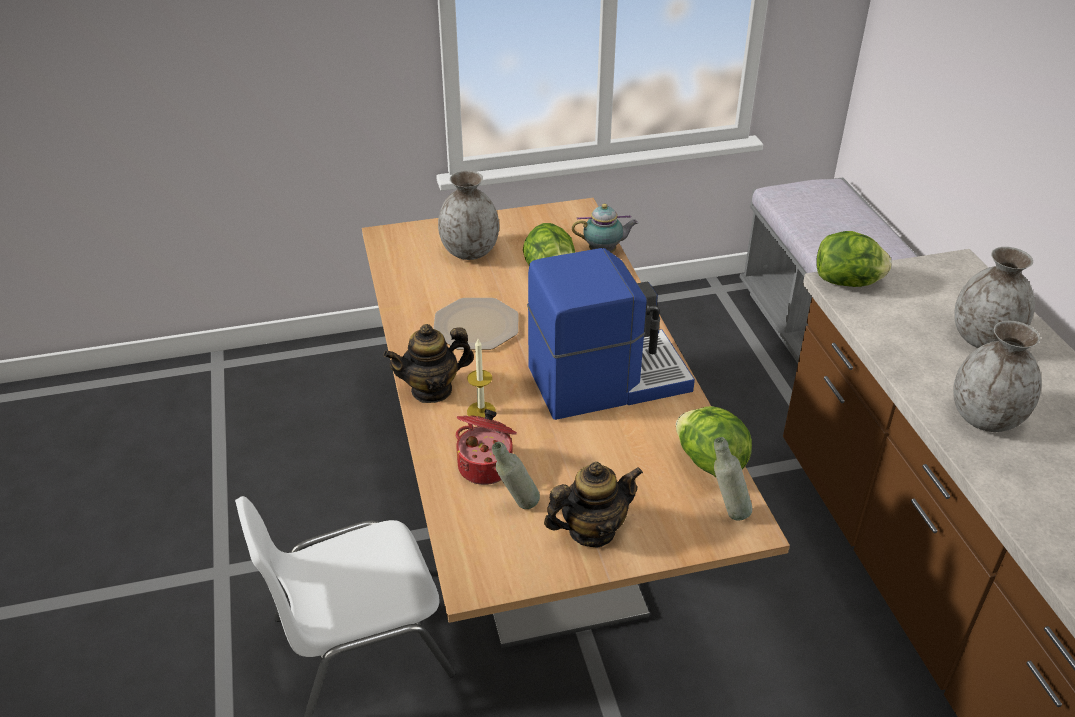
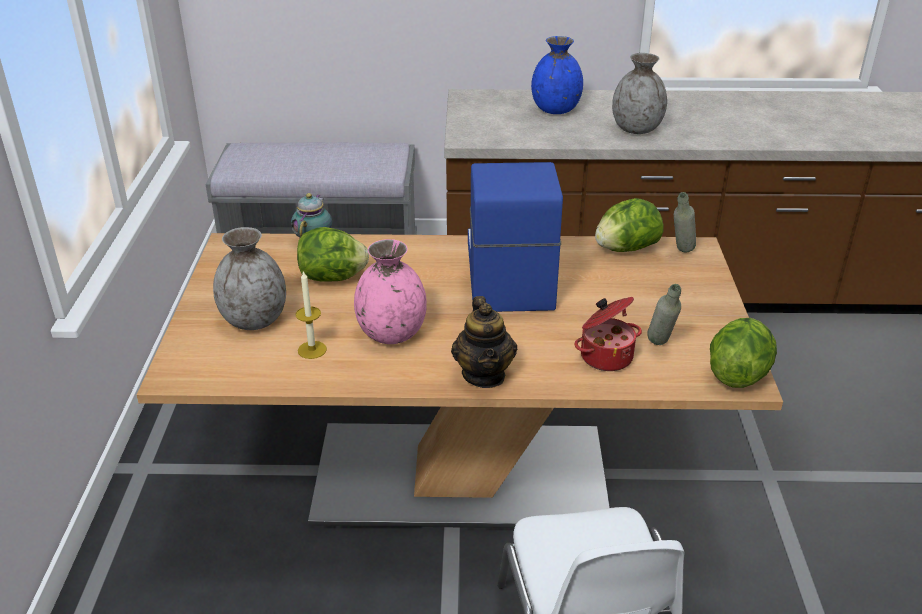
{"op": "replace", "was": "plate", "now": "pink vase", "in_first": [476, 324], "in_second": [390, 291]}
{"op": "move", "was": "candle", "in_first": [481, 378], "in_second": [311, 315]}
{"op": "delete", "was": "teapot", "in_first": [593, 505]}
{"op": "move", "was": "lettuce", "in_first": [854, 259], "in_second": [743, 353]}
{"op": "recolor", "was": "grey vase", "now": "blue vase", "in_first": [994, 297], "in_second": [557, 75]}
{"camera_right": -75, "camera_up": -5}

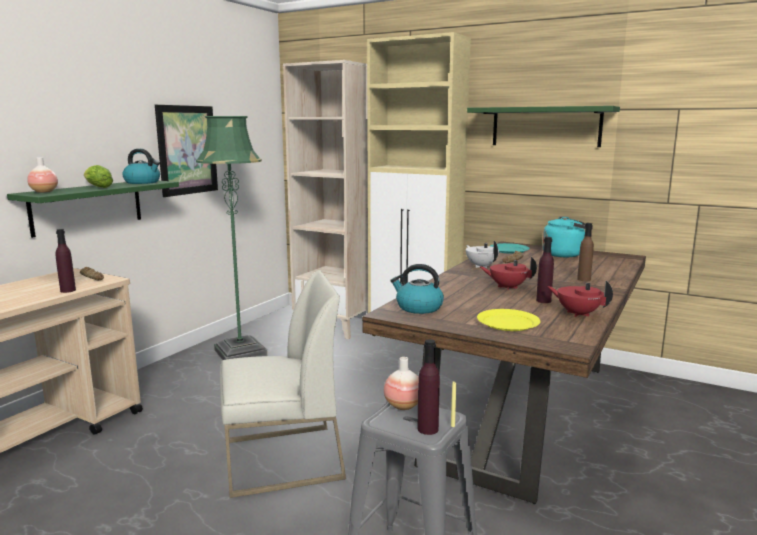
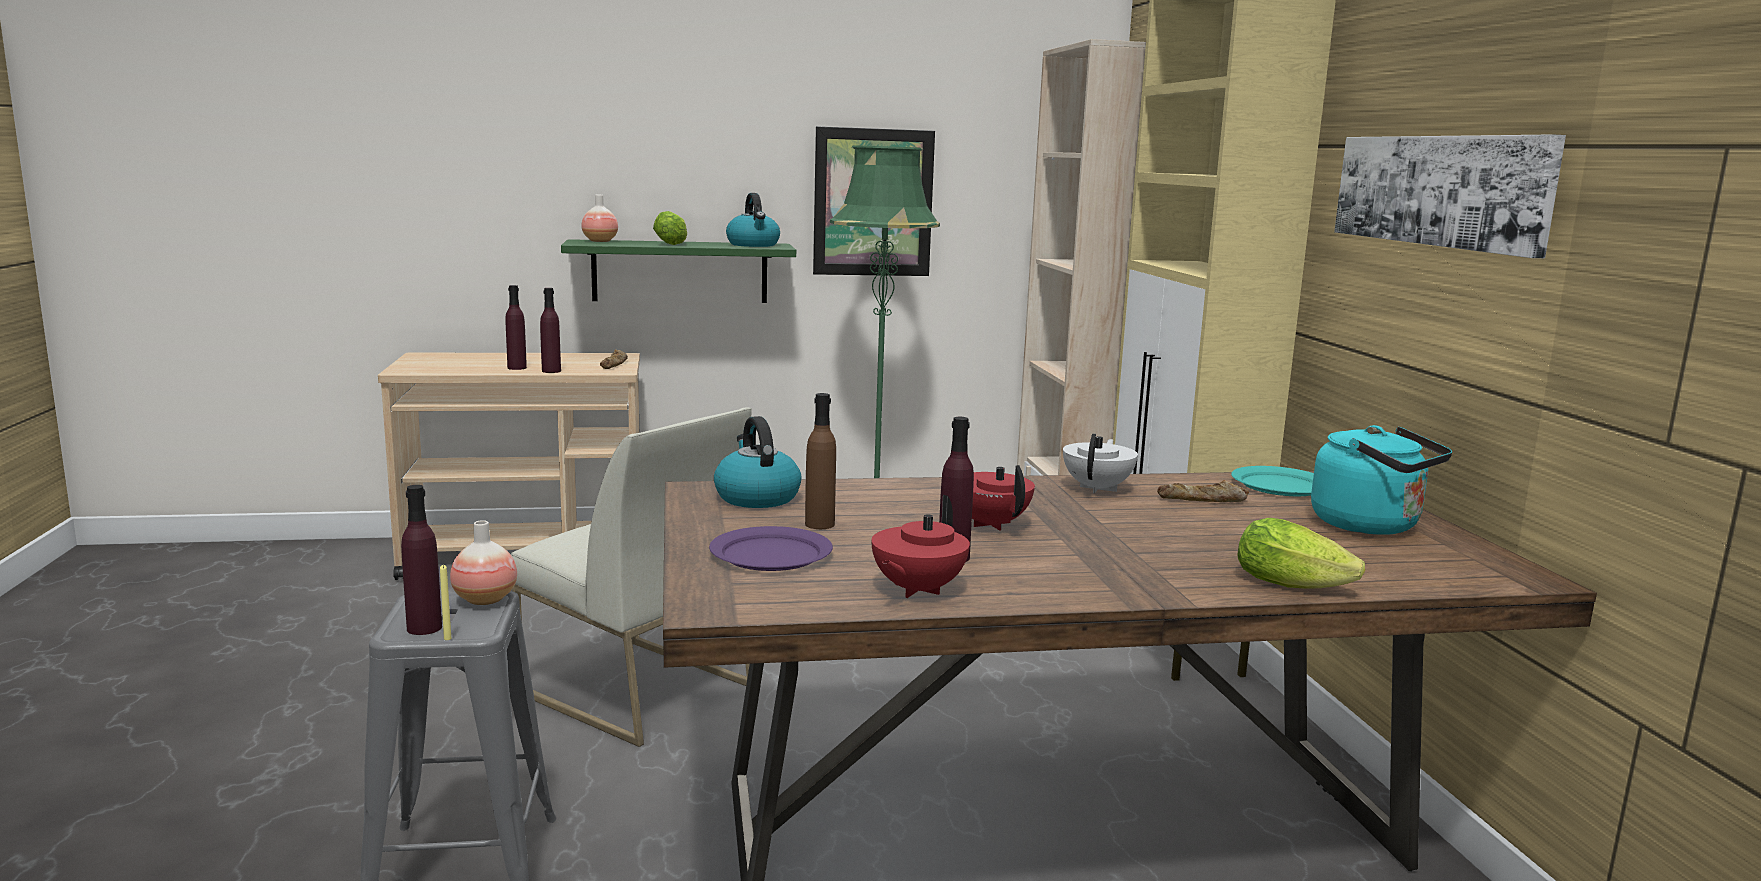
{"op": "replace", "was": "green shelf", "now": "picture", "in_first": [543, 126], "in_second": [1450, 196]}
{"op": "recolor", "was": "yellow plate", "now": "purple plate", "in_first": [508, 320], "in_second": [771, 548]}
{"op": "rotate", "was": "red teapot", "in_first": [580, 299], "in_second": [920, 546], "clockwise": -150}
{"op": "move", "was": "brown bottle", "in_first": [585, 252], "in_second": [820, 461]}
{"op": "insert", "now": "purple bottle", "in_second": [516, 327]}
{"op": "insert", "now": "lettuce", "in_second": [1301, 553]}
{"camera_right": 50, "camera_up": 0}

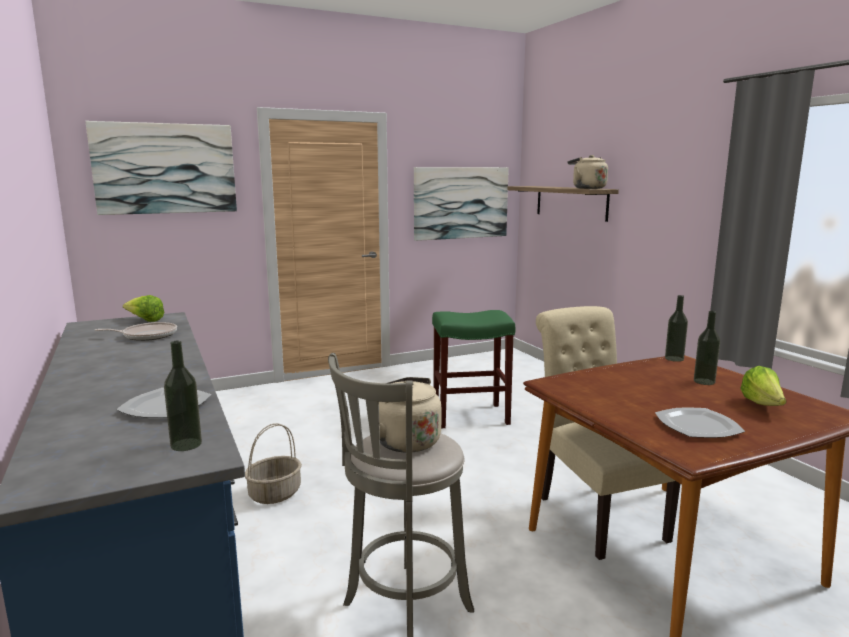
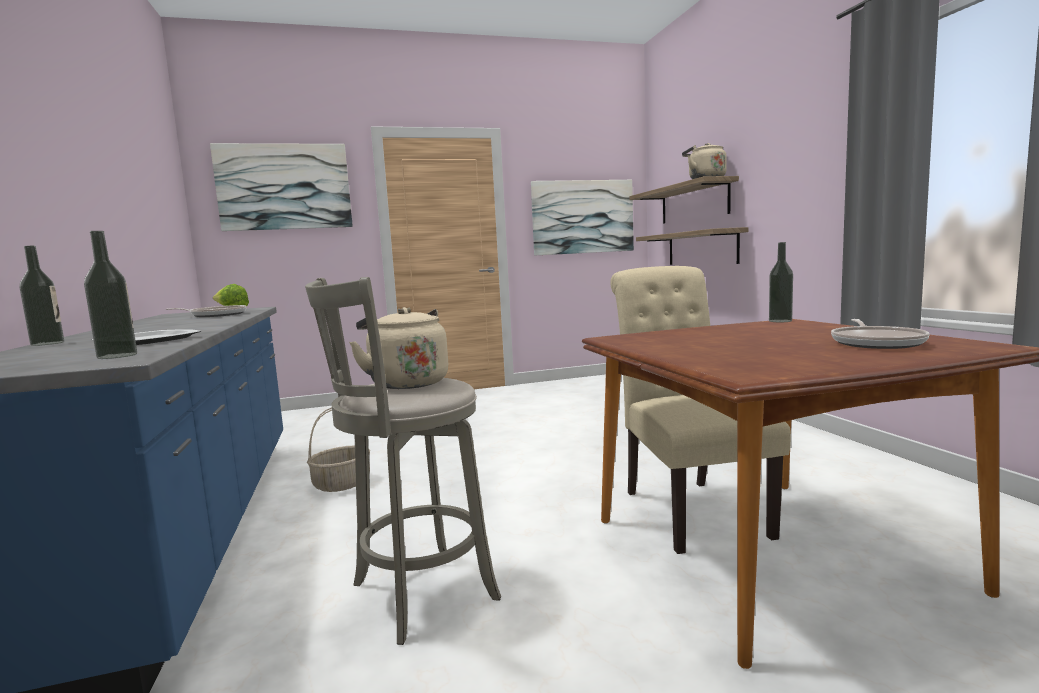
{"op": "delete", "was": "green stool", "in_first": [473, 369]}
{"op": "delete", "was": "plate", "in_first": [700, 423]}
{"op": "move", "was": "bottle", "in_first": [707, 348], "in_second": [41, 296]}
{"op": "replace", "was": "lettuce", "now": "frying pan", "in_first": [763, 386], "in_second": [880, 334]}
{"op": "insert", "now": "shelf", "in_second": [692, 246]}
{"camera_right": 10, "camera_up": -5}

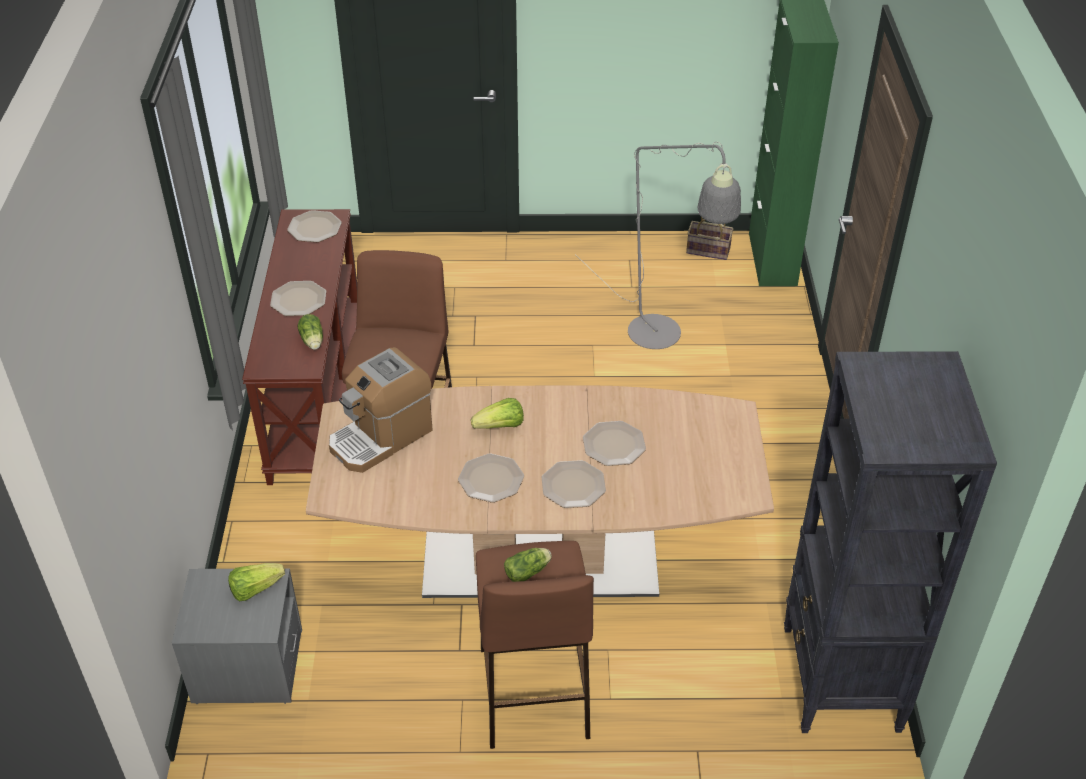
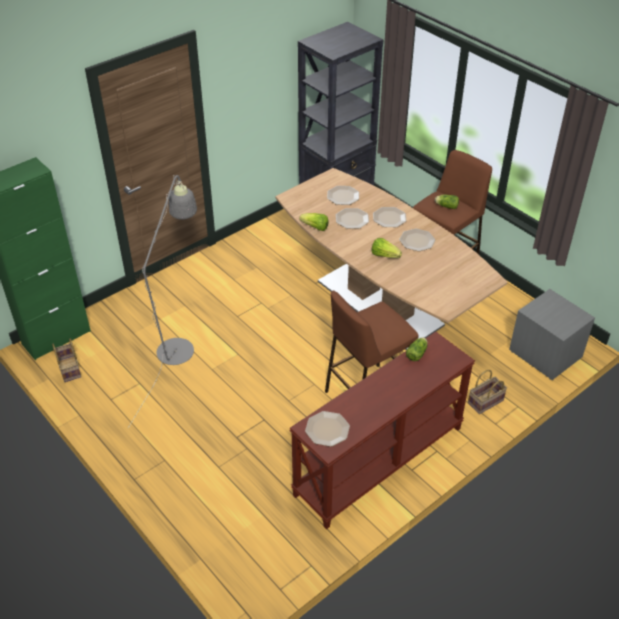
{"op": "move", "was": "lettuce", "in_first": [256, 582], "in_second": [314, 222]}
{"op": "move", "was": "plate", "in_first": [298, 298], "in_second": [343, 195]}
{"op": "delete", "was": "coffee machine", "in_first": [381, 410]}
{"op": "insert", "now": "basket", "in_second": [487, 392]}
{"camera_right": -130, "camera_up": 0}

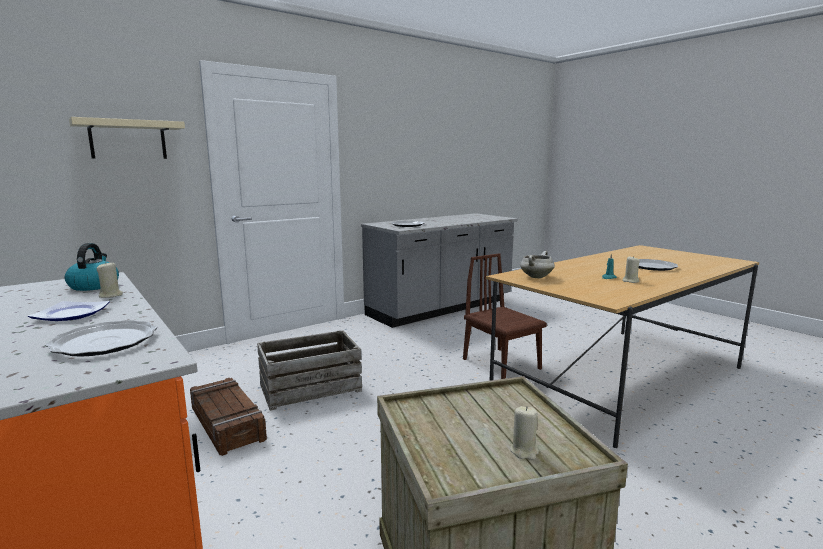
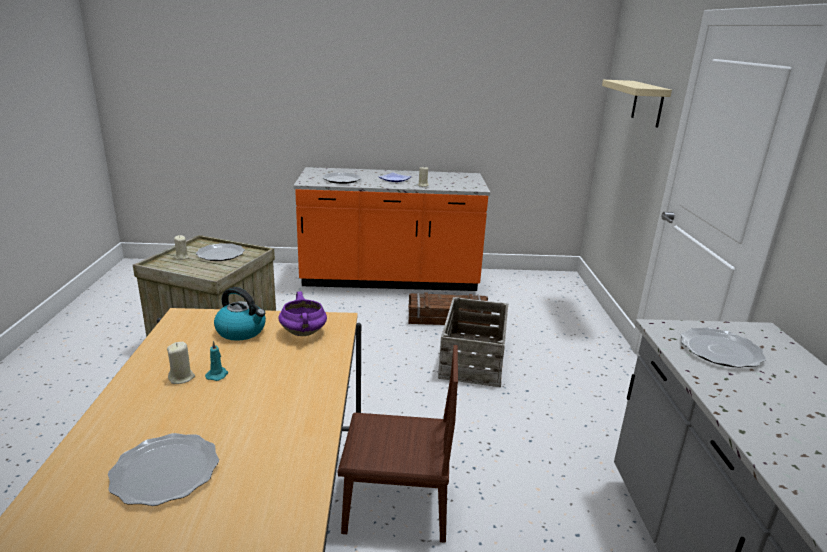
{"op": "move", "was": "kettle", "in_first": [91, 267], "in_second": [240, 314]}
{"op": "recolor", "was": "white cooking pot", "now": "purple cooking pot", "in_first": [537, 264], "in_second": [303, 314]}
{"op": "insert", "now": "plate", "in_second": [220, 252]}
{"camera_right": 125, "camera_up": 10}

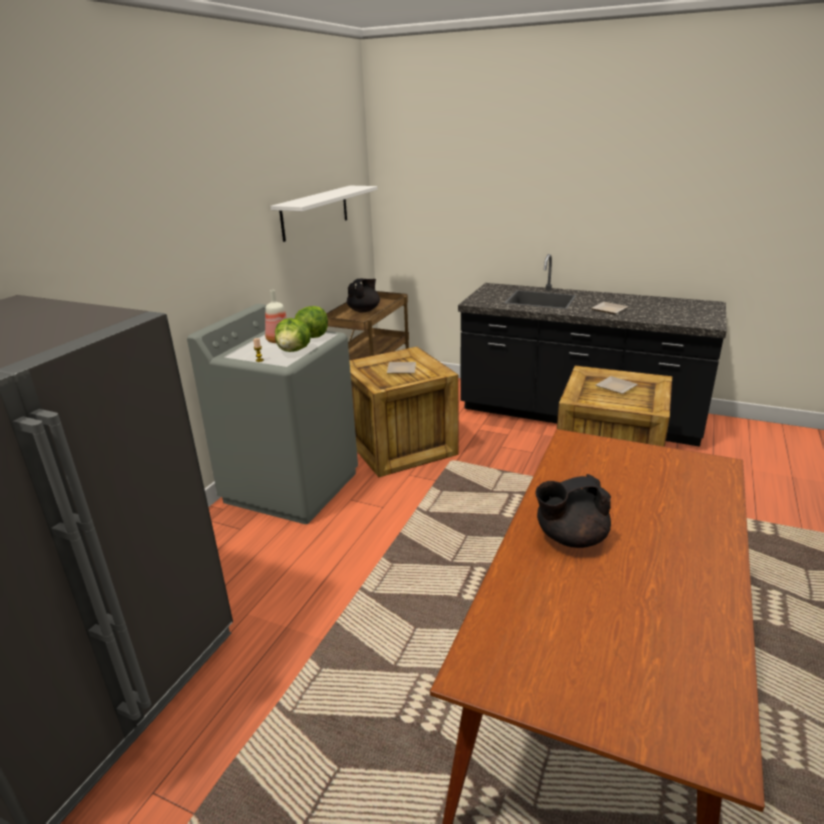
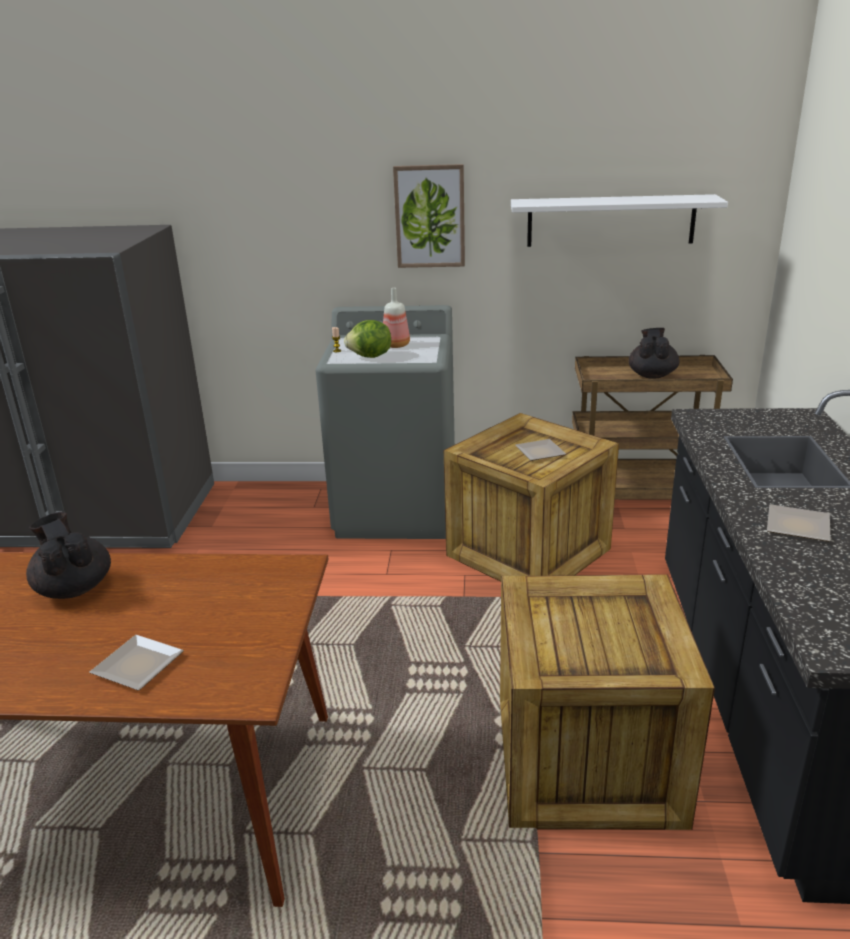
{"op": "delete", "was": "lettuce", "in_first": [311, 322]}
{"op": "rotate", "was": "black teapot", "in_first": [363, 295], "in_second": [654, 353], "clockwise": -90}
{"op": "move", "was": "plate", "in_first": [616, 385], "in_second": [136, 663]}
{"op": "insert", "now": "picture", "in_second": [429, 216]}
{"camera_right": 70, "camera_up": 0}

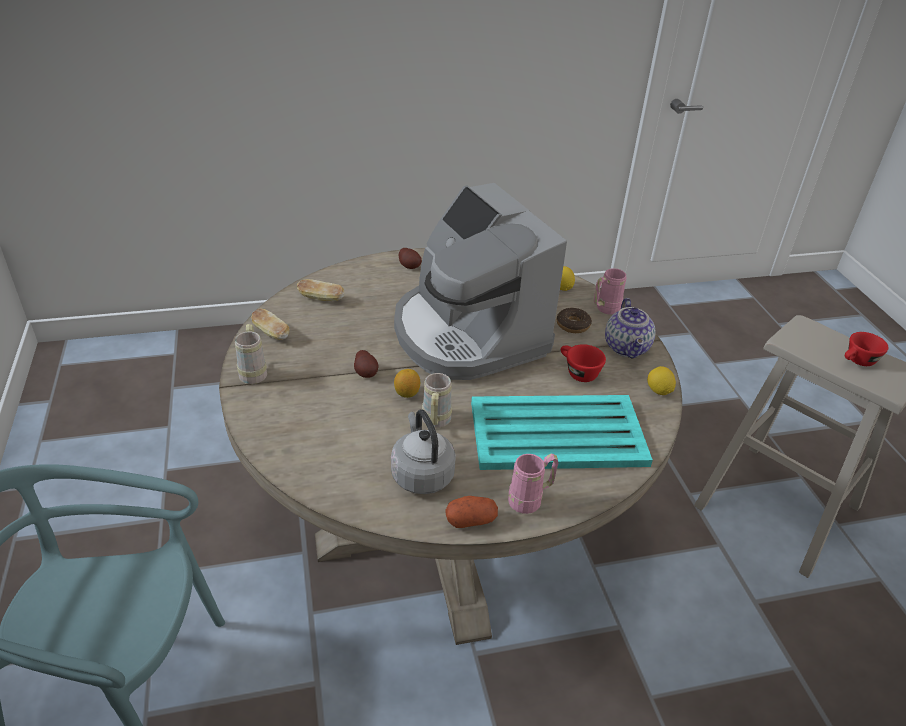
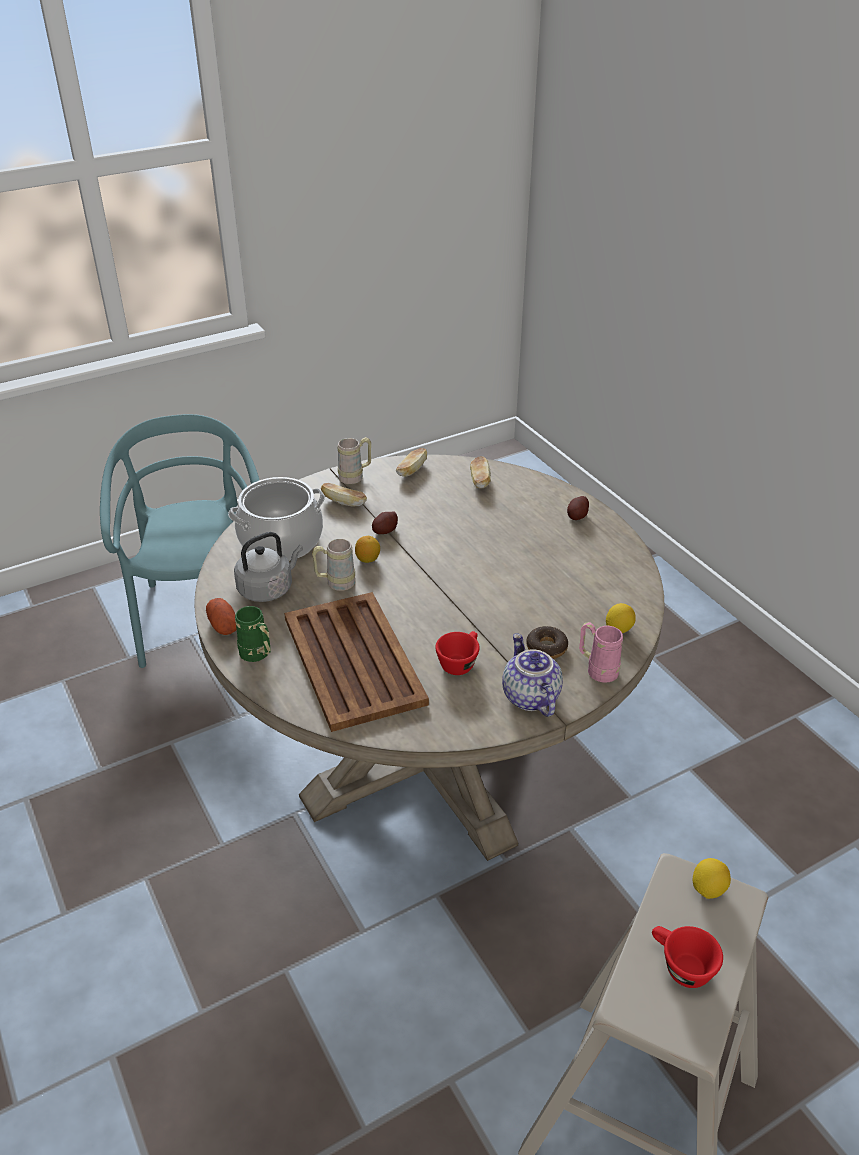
{"op": "delete", "was": "coffee machine", "in_first": [480, 281]}
{"op": "recolor", "was": "turquoise tray", "now": "brown tray", "in_first": [562, 432], "in_second": [356, 662]}
{"op": "recolor", "was": "pink mug", "now": "green mug", "in_first": [533, 483], "in_second": [253, 634]}
{"op": "rotate", "was": "teapot", "in_first": [630, 328], "in_second": [532, 675], "clockwise": 90}
{"op": "move", "was": "lemon", "in_first": [661, 380], "in_second": [712, 878]}
{"op": "insert", "now": "cooking pot", "in_second": [276, 519]}
{"op": "insert", "now": "bread", "in_second": [344, 494]}
{"camera_right": 75, "camera_up": 0}

